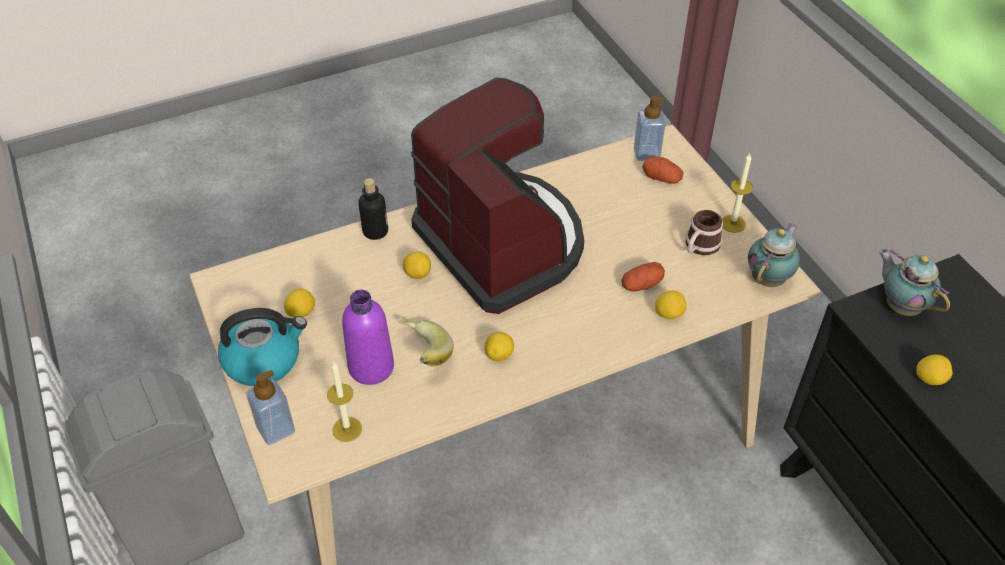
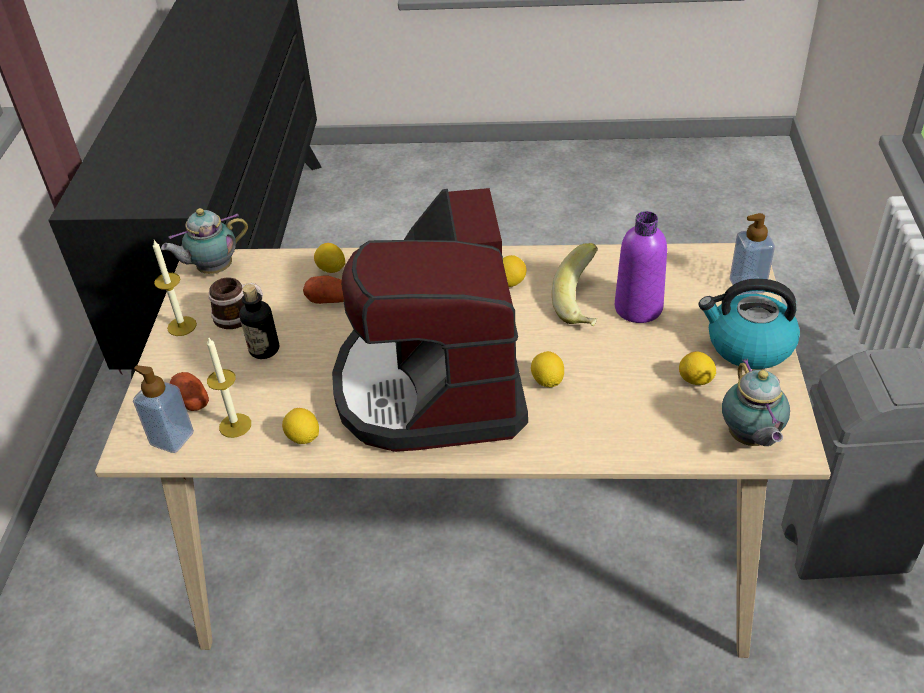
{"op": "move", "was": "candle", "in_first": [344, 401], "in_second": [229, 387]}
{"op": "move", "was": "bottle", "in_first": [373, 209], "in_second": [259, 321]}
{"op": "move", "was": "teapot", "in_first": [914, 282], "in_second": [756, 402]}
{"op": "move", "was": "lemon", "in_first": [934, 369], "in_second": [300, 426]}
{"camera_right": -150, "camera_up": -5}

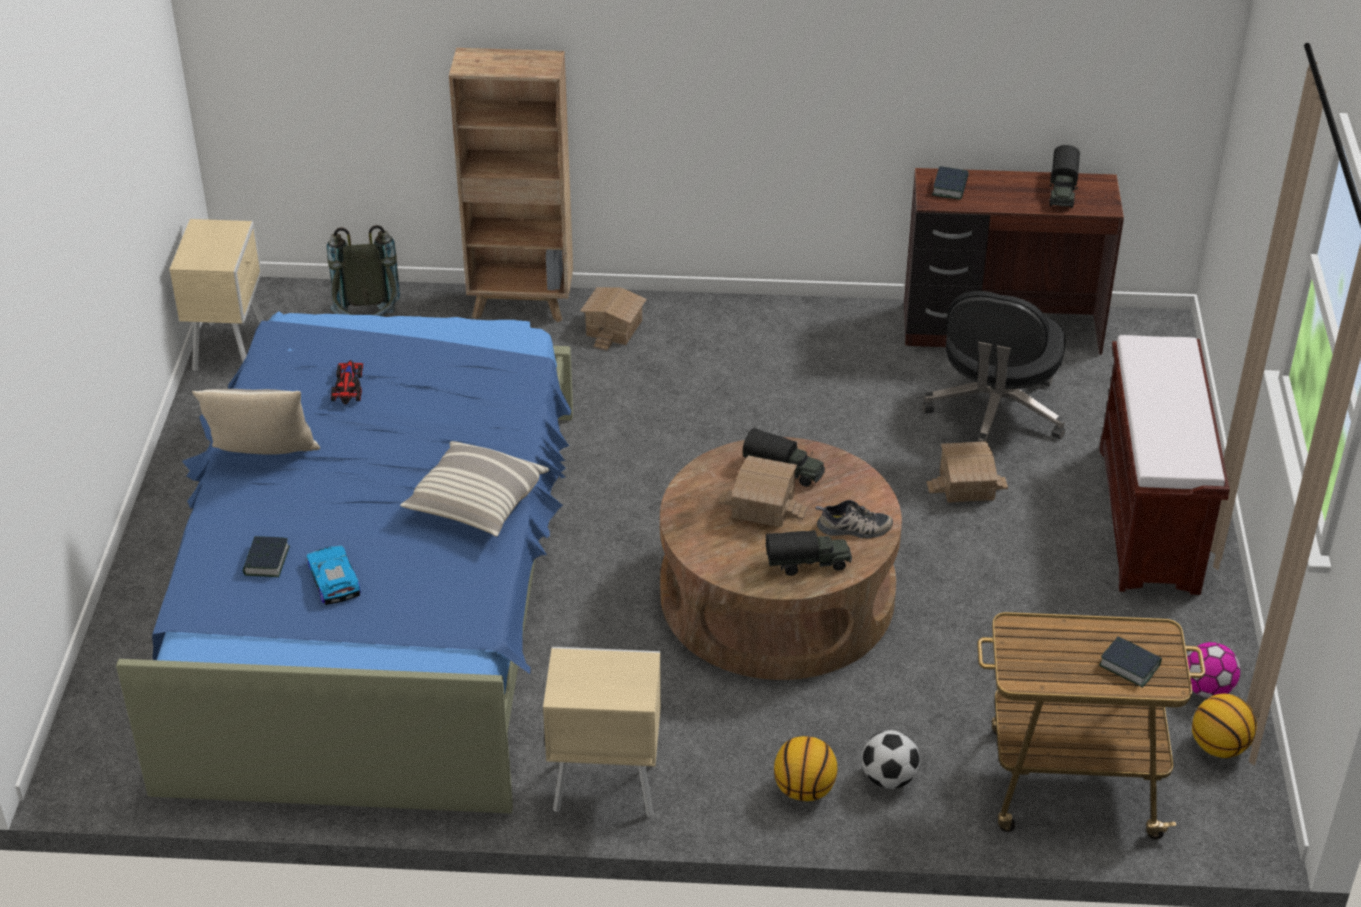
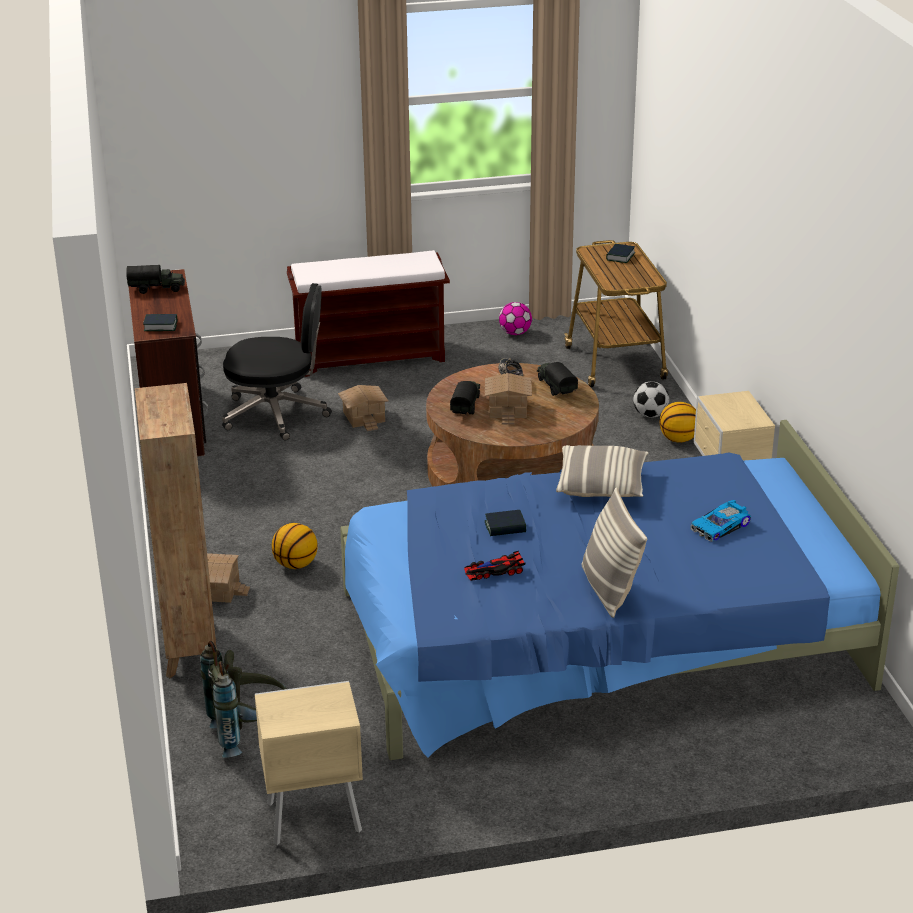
{"op": "move", "was": "book", "in_first": [266, 556], "in_second": [505, 523]}
{"op": "move", "was": "basketball", "in_first": [1224, 725], "in_second": [294, 546]}
{"camera_right": -105, "camera_up": -10}

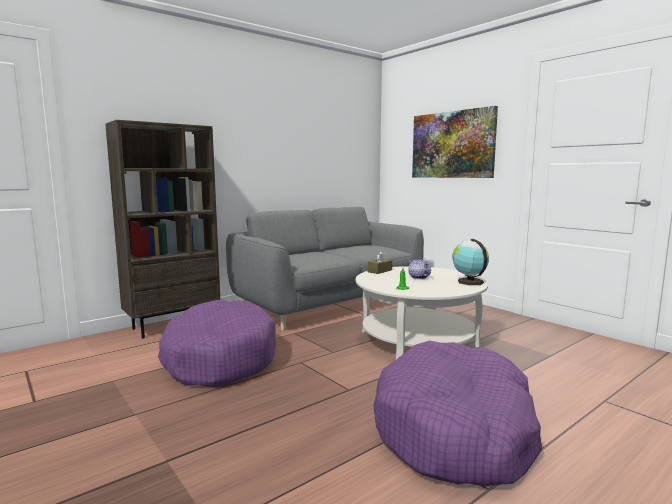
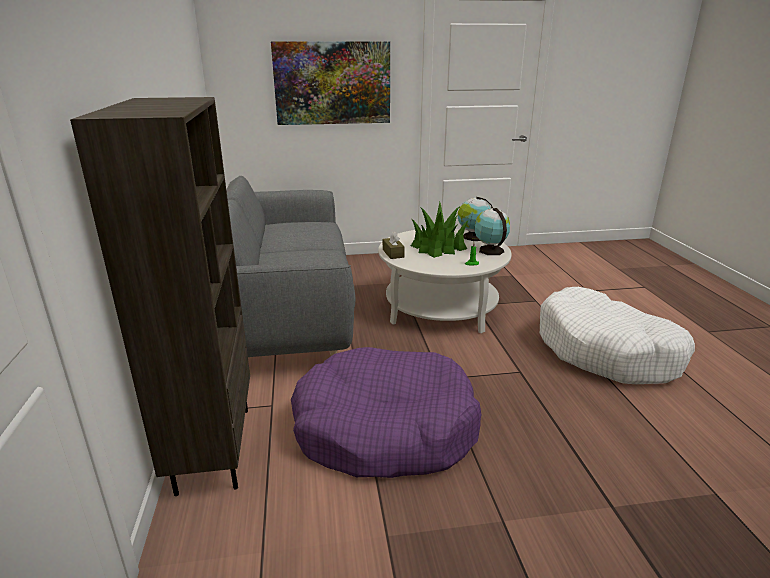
{"op": "recolor", "was": "purple dog bed", "now": "white dog bed", "in_first": [457, 413], "in_second": [617, 335]}
{"op": "replace", "was": "teapot", "now": "potted plant", "in_first": [419, 268], "in_second": [440, 230]}
{"op": "insert", "now": "globe", "in_second": [492, 231]}
{"camera_right": -60, "camera_up": 15}

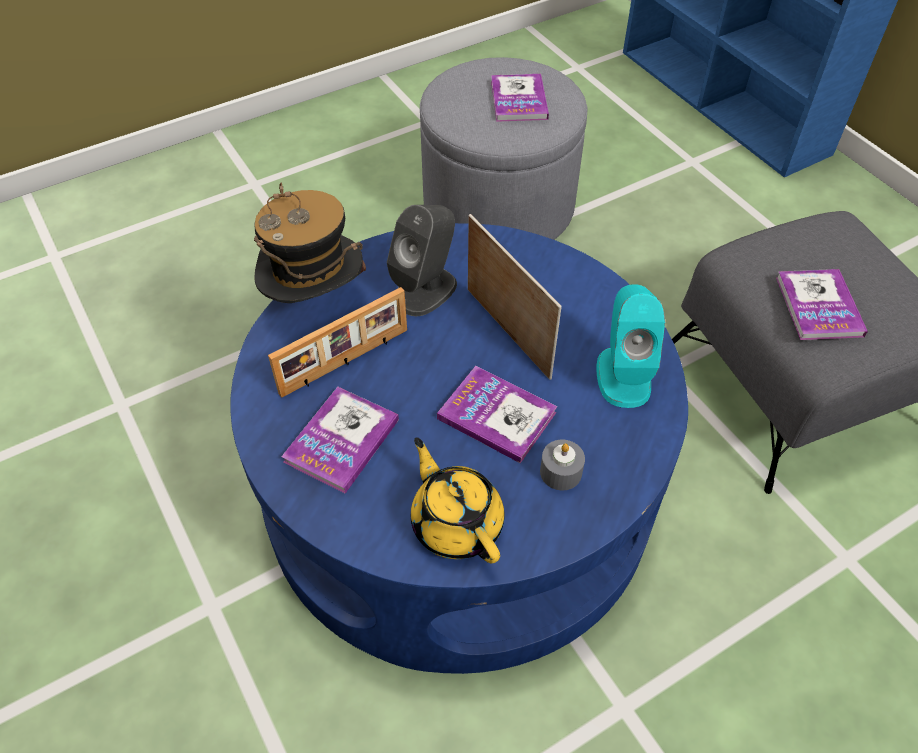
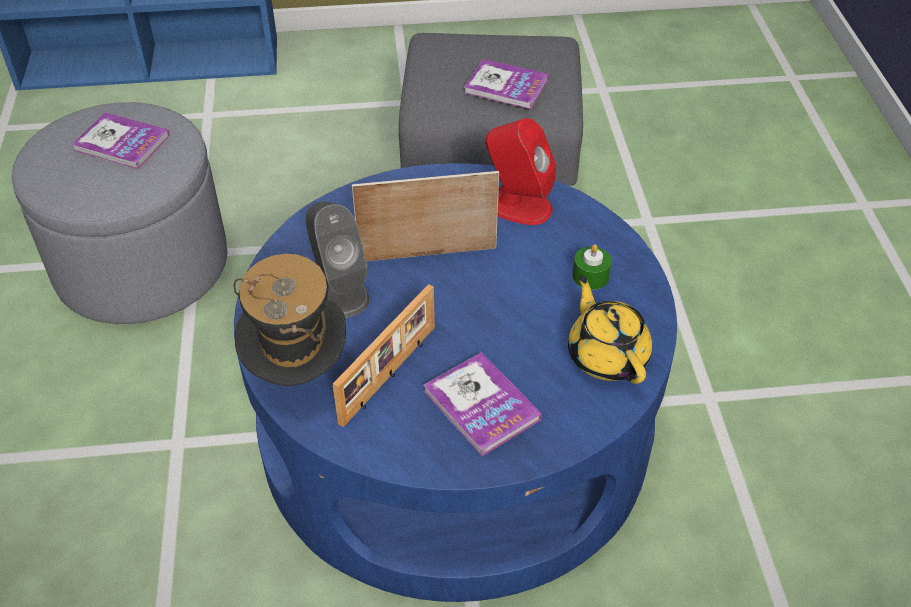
{"op": "rotate", "was": "picture frame", "in_first": [337, 342], "in_second": [384, 355], "clockwise": 45}
{"op": "rotate", "was": "yellow teapot", "in_first": [457, 500], "in_second": [610, 329], "clockwise": 75}
{"op": "delete", "was": "book", "in_first": [497, 414]}
{"op": "recolor", "was": "grey candle", "now": "green candle", "in_first": [562, 465], "in_second": [592, 267]}
{"op": "recolor", "was": "turquoise speaker", "now": "red speaker", "in_first": [630, 346], "in_second": [520, 171]}
{"camera_right": -65, "camera_up": -5}

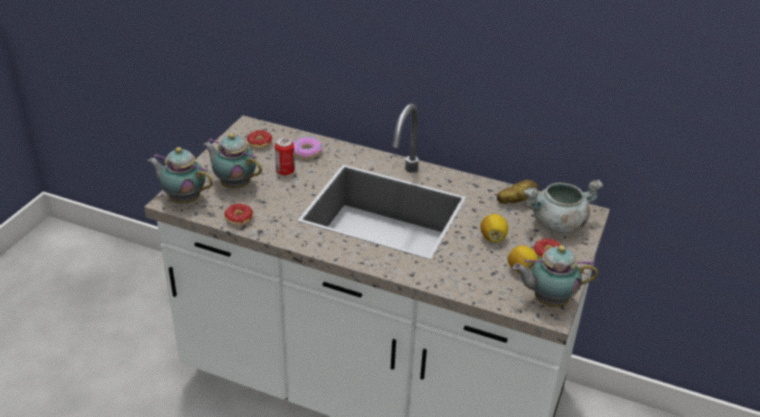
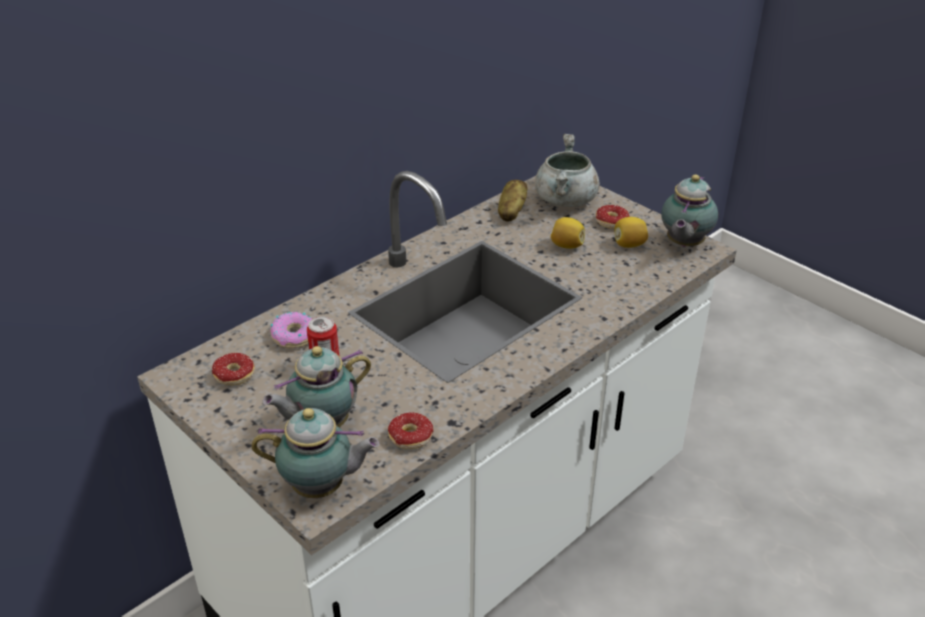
{"op": "rotate", "was": "teapot", "in_first": [180, 175], "in_second": [315, 453], "clockwise": -135}
{"camera_right": -65, "camera_up": 0}

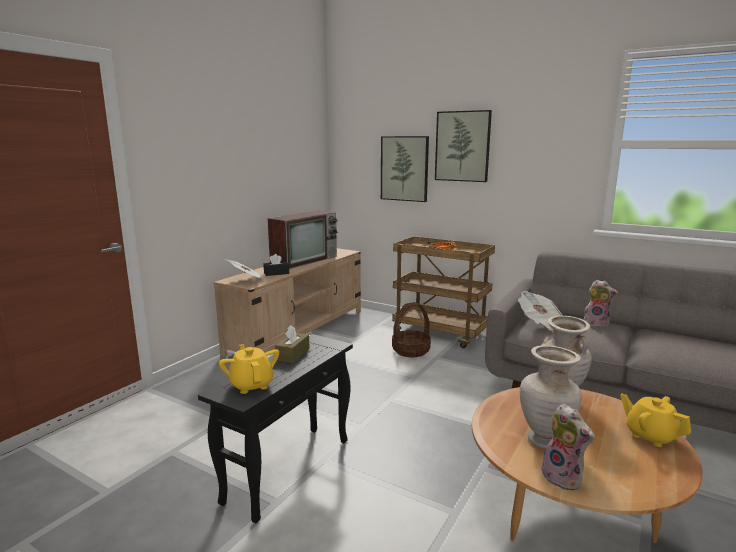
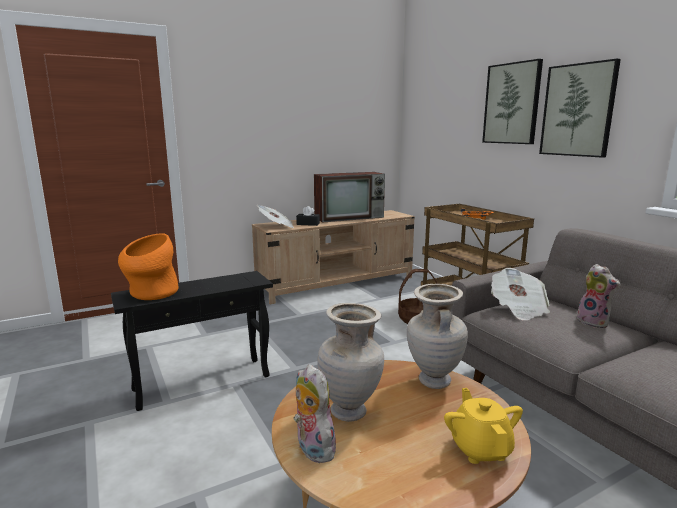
{"op": "replace", "was": "yellow teapot", "now": "orange vase", "in_first": [249, 369], "in_second": [148, 266]}
{"op": "delete", "was": "brown tissue box", "in_first": [292, 344]}
{"op": "move", "was": "picture", "in_first": [405, 169], "in_second": [580, 108]}
{"op": "rotate", "was": "plush toy", "in_first": [568, 447], "in_second": [315, 413], "clockwise": 150}
{"camera_right": 30, "camera_up": 0}

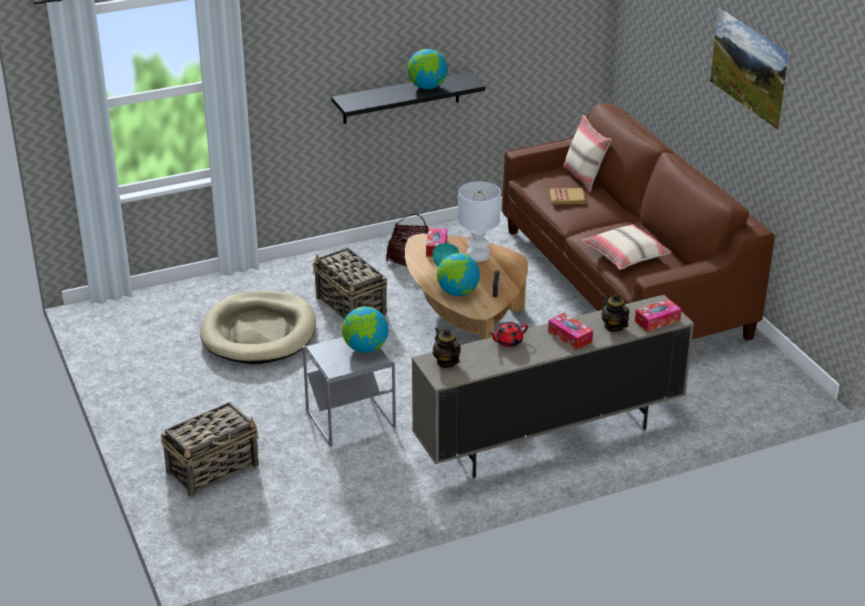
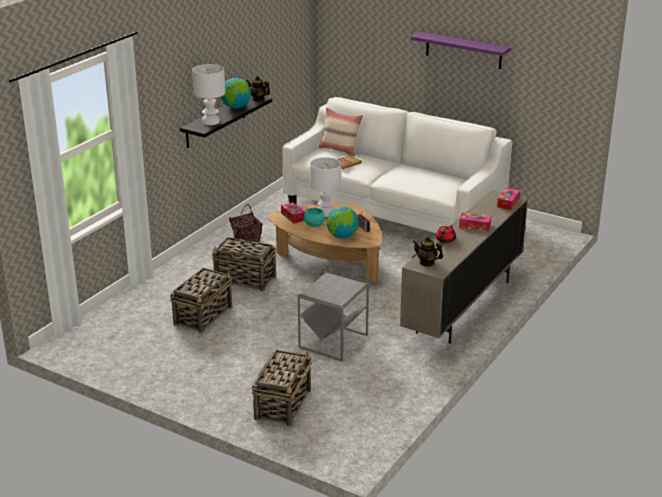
{"op": "replace", "was": "beige dog bed", "now": "basket", "in_first": [258, 327], "in_second": [201, 300]}
{"op": "delete", "was": "globe", "in_first": [365, 329]}
{"op": "recolor", "was": "brown sofa", "now": "white sofa", "in_first": [638, 222], "in_second": [397, 165]}
{"op": "delete", "was": "beige pillow", "in_first": [626, 247]}
{"op": "move", "was": "teapot", "in_first": [615, 312], "in_second": [258, 88]}
{"op": "replace", "was": "picture", "now": "purple shelf", "in_first": [749, 68], "in_second": [461, 50]}
{"op": "insert", "now": "white table lamp", "in_second": [208, 94]}
{"camera_right": -35, "camera_up": -5}

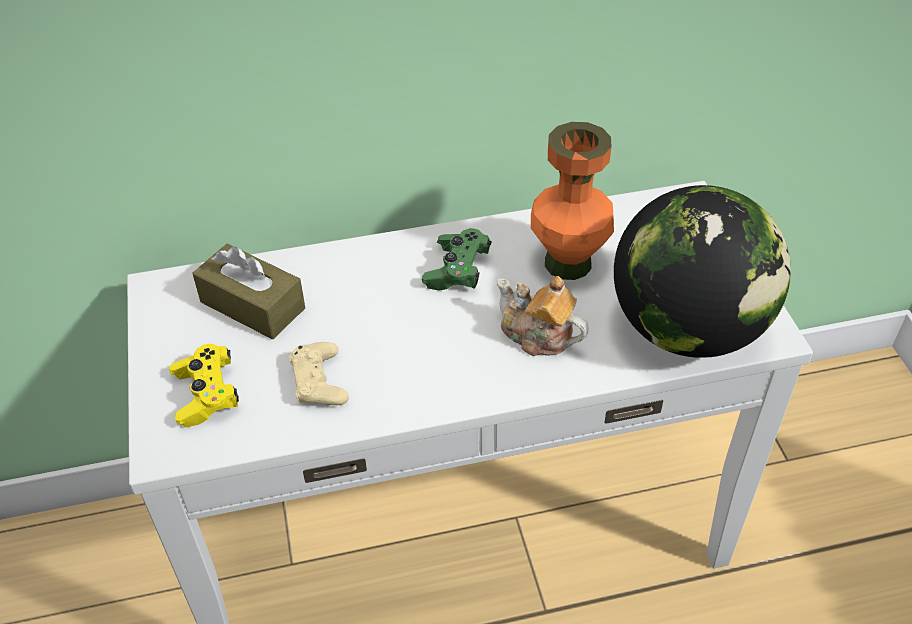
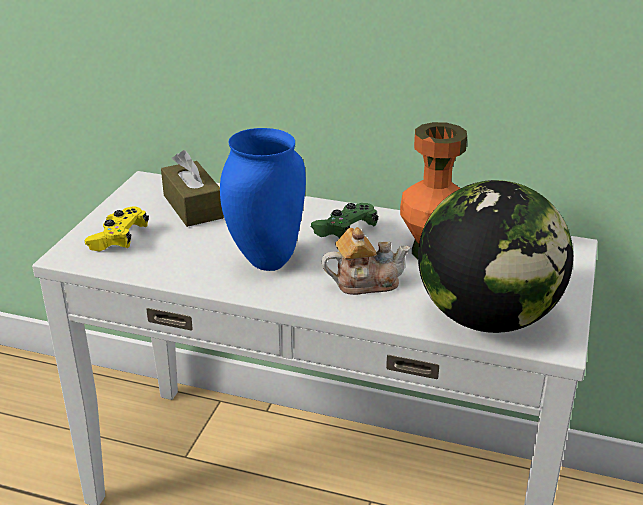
{"op": "delete", "was": "beige game controller", "in_first": [319, 373]}
{"op": "rotate", "was": "teapot", "in_first": [543, 316], "in_second": [366, 261], "clockwise": 105}
{"op": "insert", "now": "blue vase", "in_second": [263, 199]}
{"camera_right": 30, "camera_up": -15}

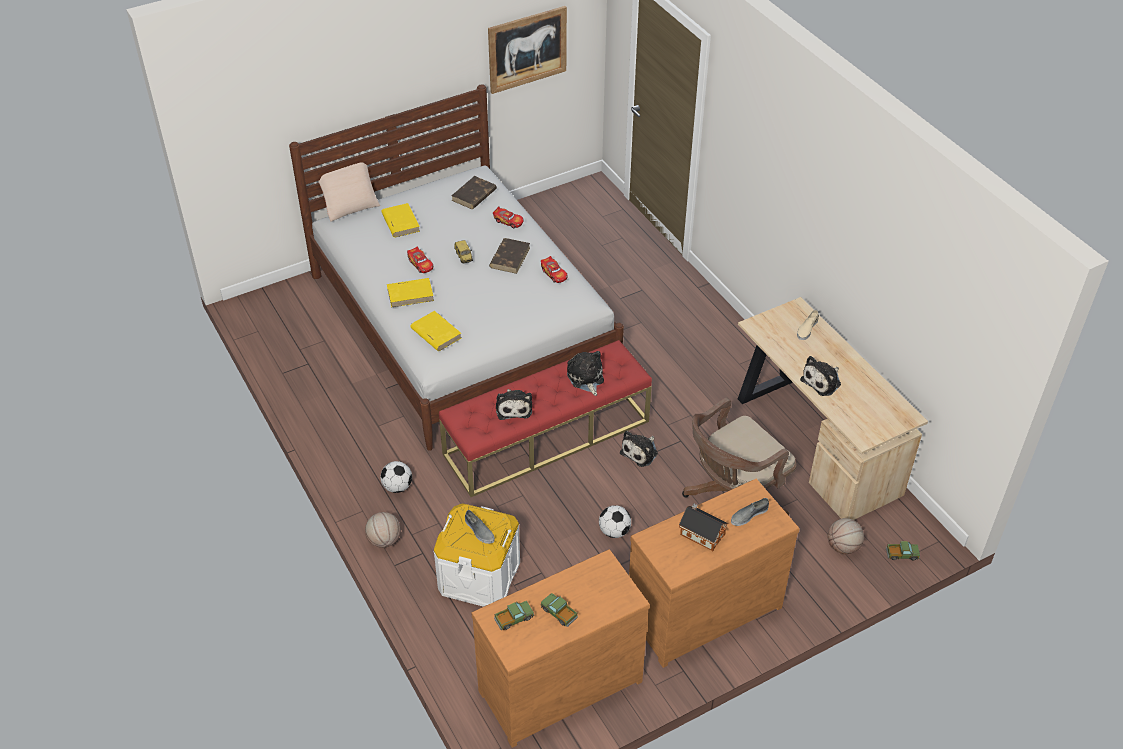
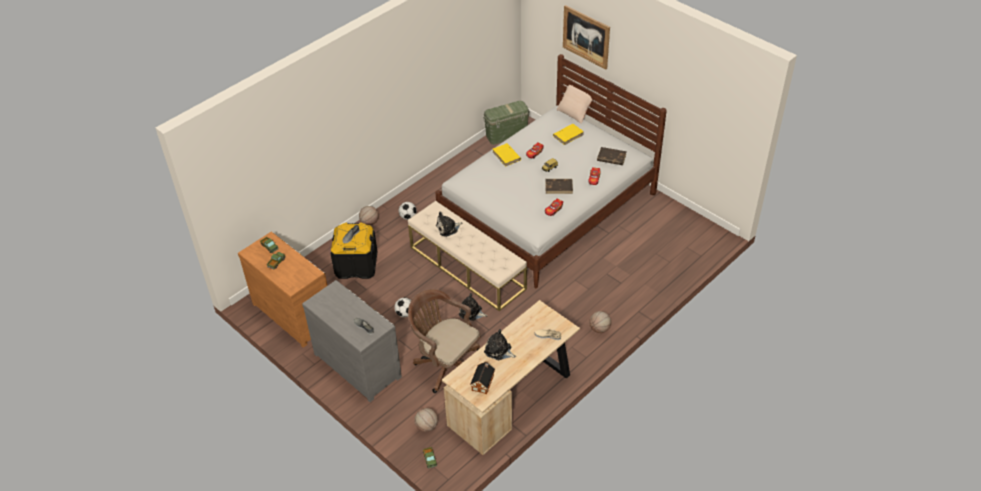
{"op": "delete", "was": "yellow book", "in_first": [435, 331]}
{"op": "recolor", "was": "white storage box", "now": "black storage box", "in_first": [477, 555], "in_second": [354, 250]}
{"op": "recolor", "was": "red bench", "now": "beige bench", "in_first": [545, 418], "in_second": [467, 256]}
{"op": "move", "was": "picture", "in_first": [527, 50], "in_second": [586, 37]}
{"op": "delete", "was": "plush toy", "in_first": [585, 373]}
{"op": "recolor", "was": "brown dresser", "now": "grey dresser", "in_first": [714, 573], "in_second": [352, 341]}
{"op": "move", "was": "toy house", "in_first": [703, 527], "in_second": [482, 378]}
{"op": "insert", "now": "green storage box", "in_second": [506, 123]}
{"op": "insert", "now": "basketball", "in_second": [600, 322]}
{"camera_right": 75, "camera_up": 0}

